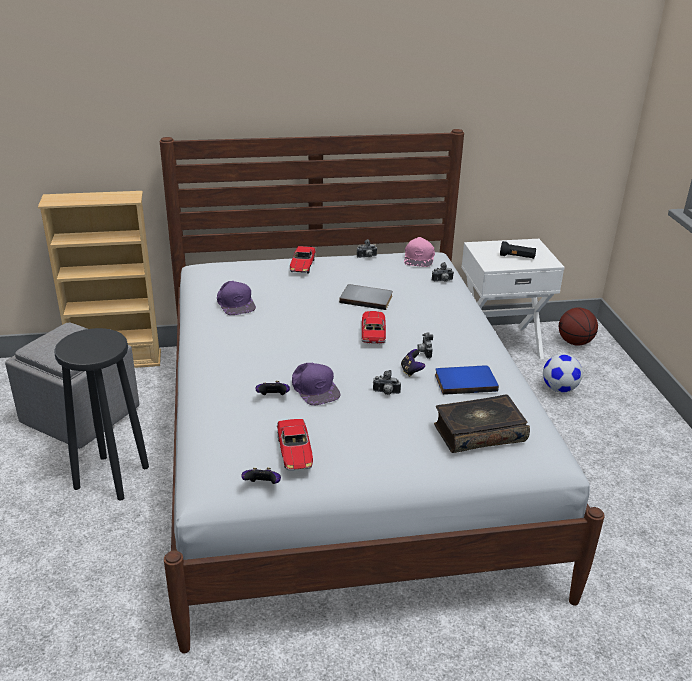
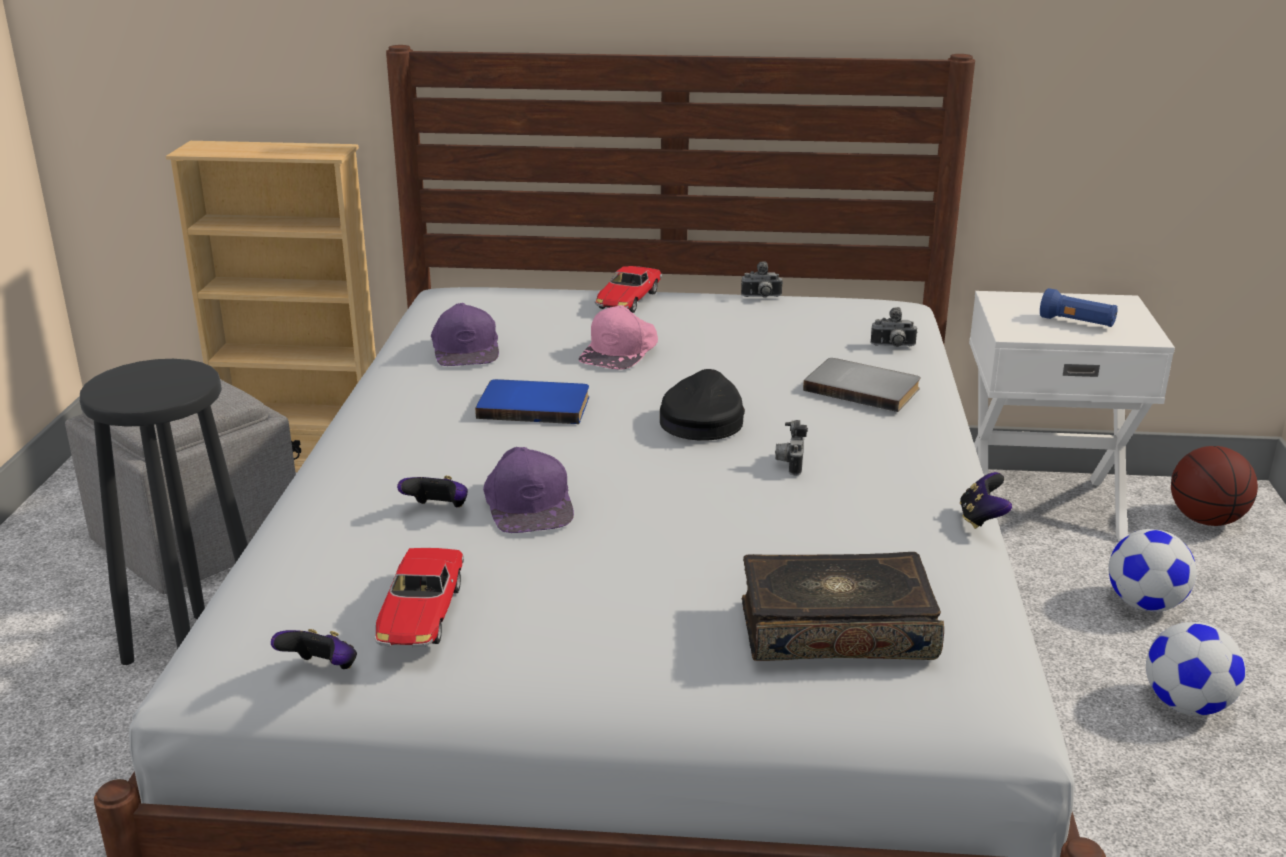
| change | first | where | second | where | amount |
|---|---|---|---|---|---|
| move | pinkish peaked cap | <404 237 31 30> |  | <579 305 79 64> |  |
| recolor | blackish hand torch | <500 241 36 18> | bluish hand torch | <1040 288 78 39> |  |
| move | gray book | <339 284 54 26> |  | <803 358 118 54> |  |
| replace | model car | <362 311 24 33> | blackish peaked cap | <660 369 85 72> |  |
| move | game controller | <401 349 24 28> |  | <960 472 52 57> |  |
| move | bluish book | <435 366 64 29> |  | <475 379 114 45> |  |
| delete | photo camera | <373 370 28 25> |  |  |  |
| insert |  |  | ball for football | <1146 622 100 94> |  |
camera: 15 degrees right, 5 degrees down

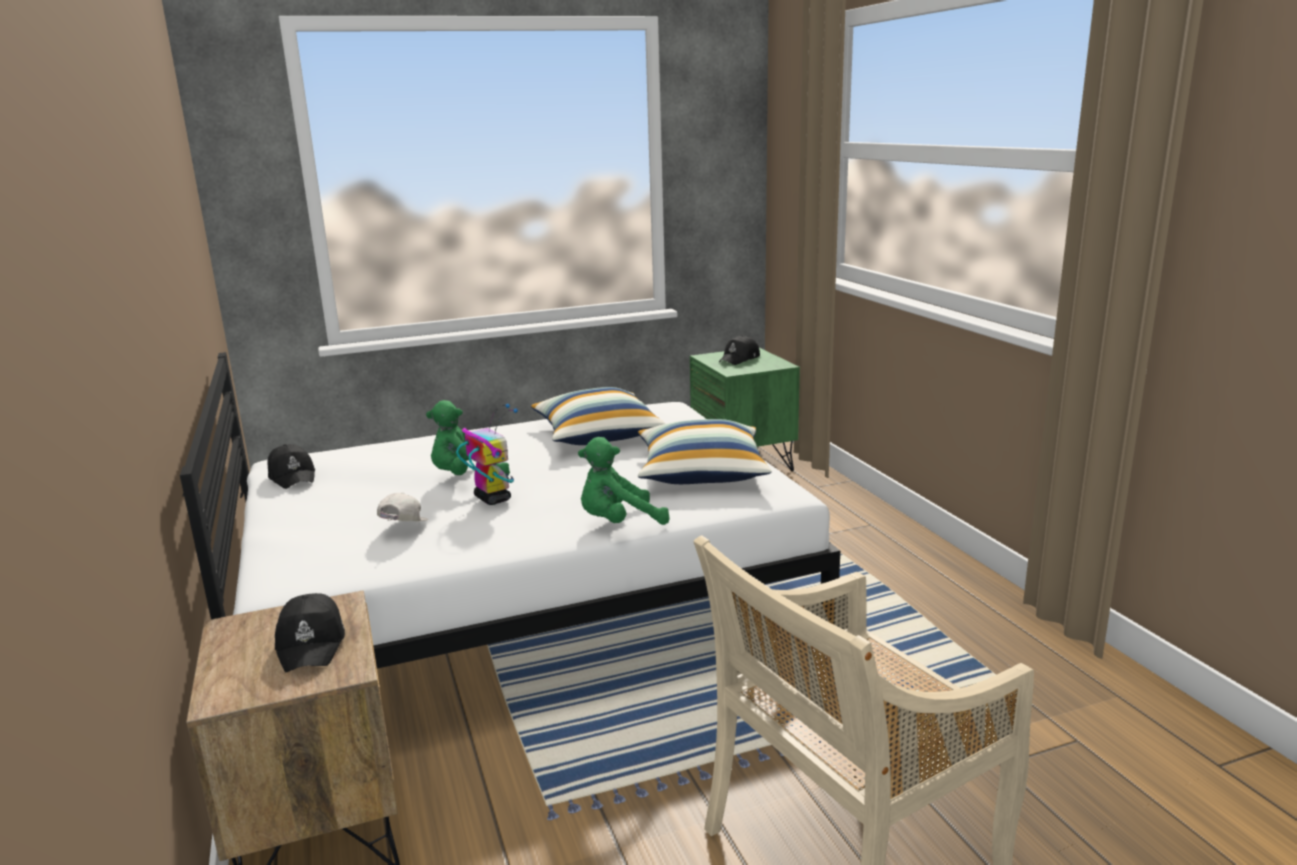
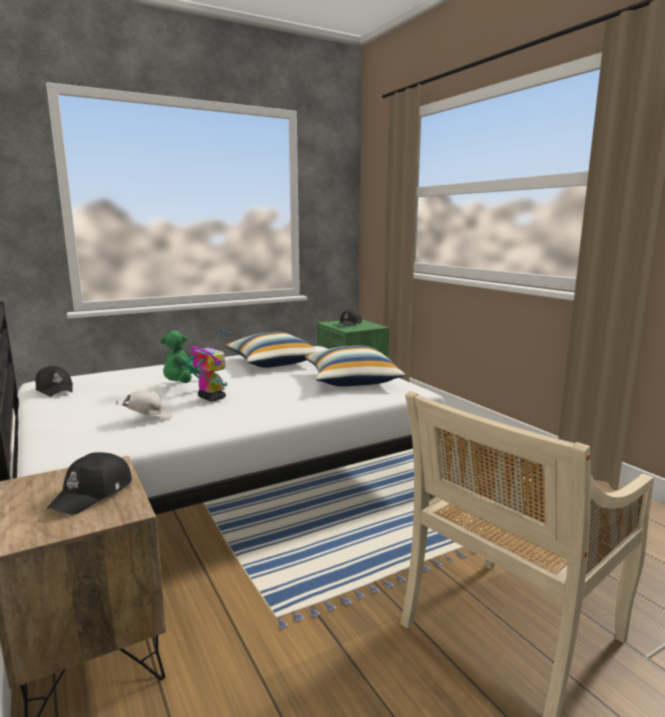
| change | first | where | second | where | amount |
|---|---|---|---|---|---|
| delete | green plush toy | <578 437 92 88> |  |  |  |
| rotate | whitish peaked cap | <377 493 51 29> |  | <116 390 56 28> | 60 degrees clockwise |
| rotate | blackish peaked cap | <275 593 70 79> |  | <47 452 85 63> | 45 degrees clockwise |
camera: 10 degrees left, 5 degrees down

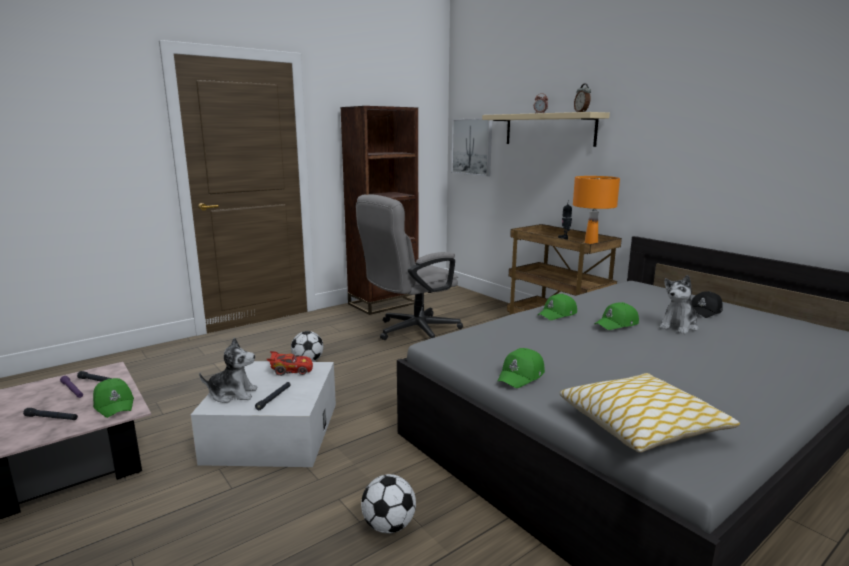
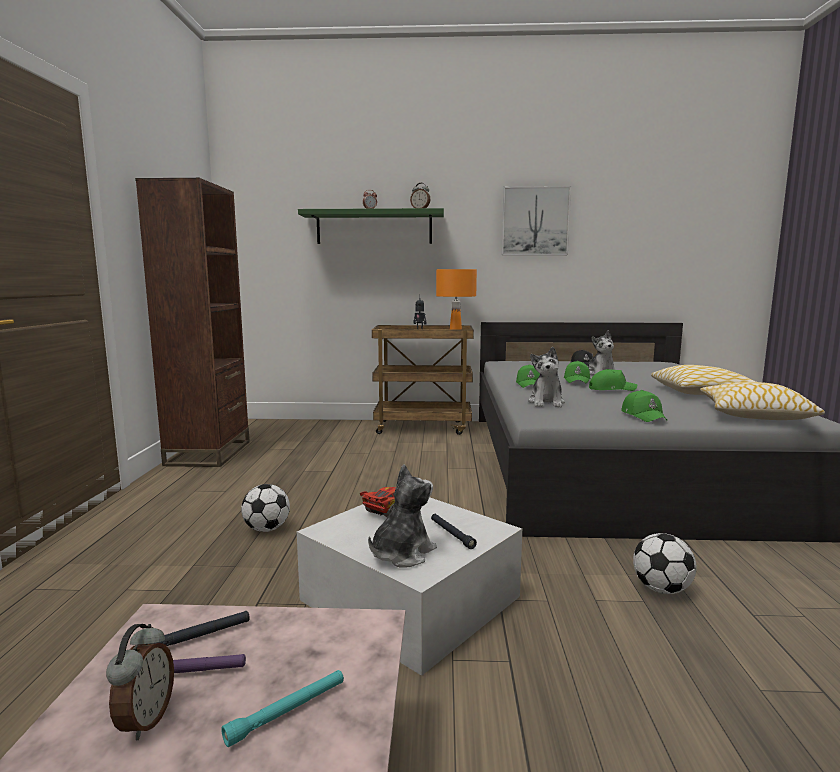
| change | first | where | second | where | amount |
|---|---|---|---|---|---|
| recolor | beige-coloured wall shelf | <482 112 128 35> | green wall shelf | <298 208 146 36> |  |
| move | wall art | <451 118 41 58> |  | <501 186 70 69> |  |
| delete | gray desk chair | <356 194 107 146> |  |  |  |
| move | green peaked cap | <93 378 41 40> |  | <589 369 48 22> |  |
| recolor | blackish hand torch | <23 408 55 12> | turquoise hand torch | <221 670 123 77> |  |
| insert |  |  | plush toy | <528 347 37 60> |  |
| insert |  |  | pillow | <651 365 105 30> |  |
| insert |  |  | bedside clock | <106 624 68 116> |  |
camera: 50 degrees left, 5 degrees down

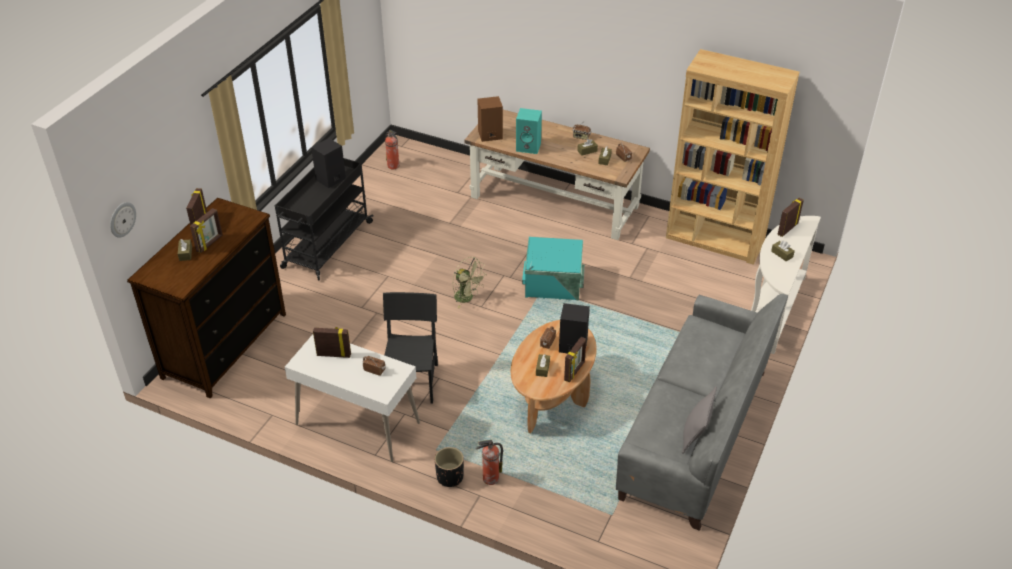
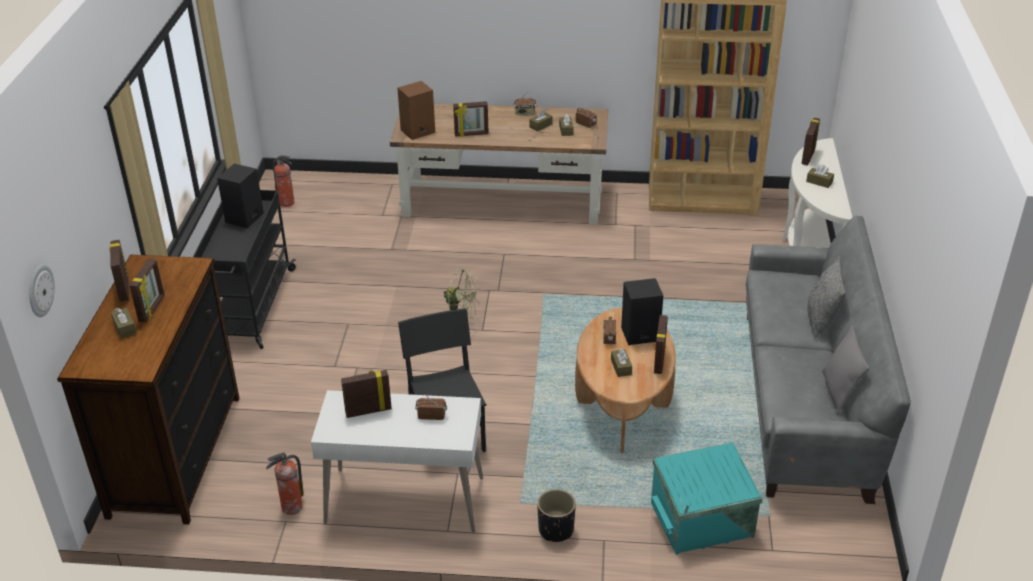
| change | first | where | second | where | amount |
|---|---|---|---|---|---|
| replace | turquoise speaker | <516 108 26 46> | picture frame | <453 101 36 36> |  |
| move | turquoise storage container | <522 237 63 64> |  | <651 442 112 113> |  |
| move | fire-fighting cylinder | <476 440 27 45> |  | <266 452 38 63> |  |
| insert |  |  | gray pillow | <807 256 39 82> |  |
camera: 20 degrees left, 5 degrees down

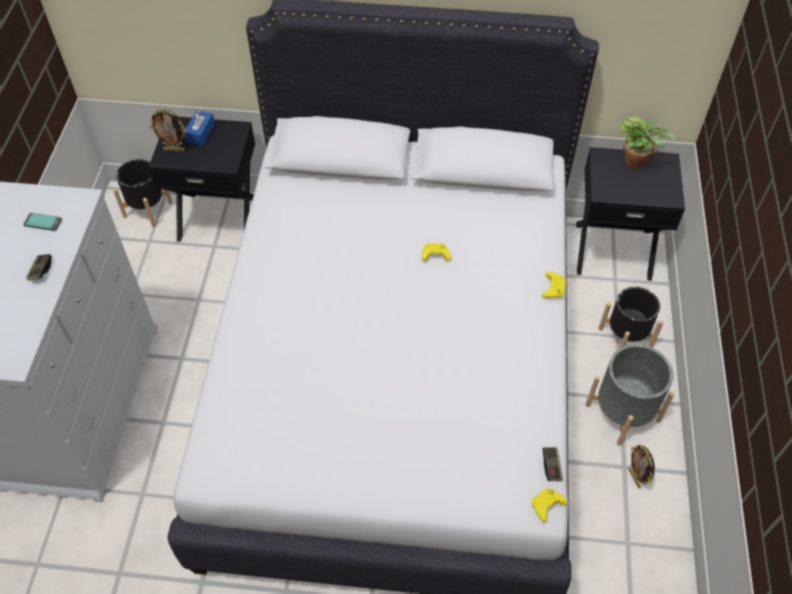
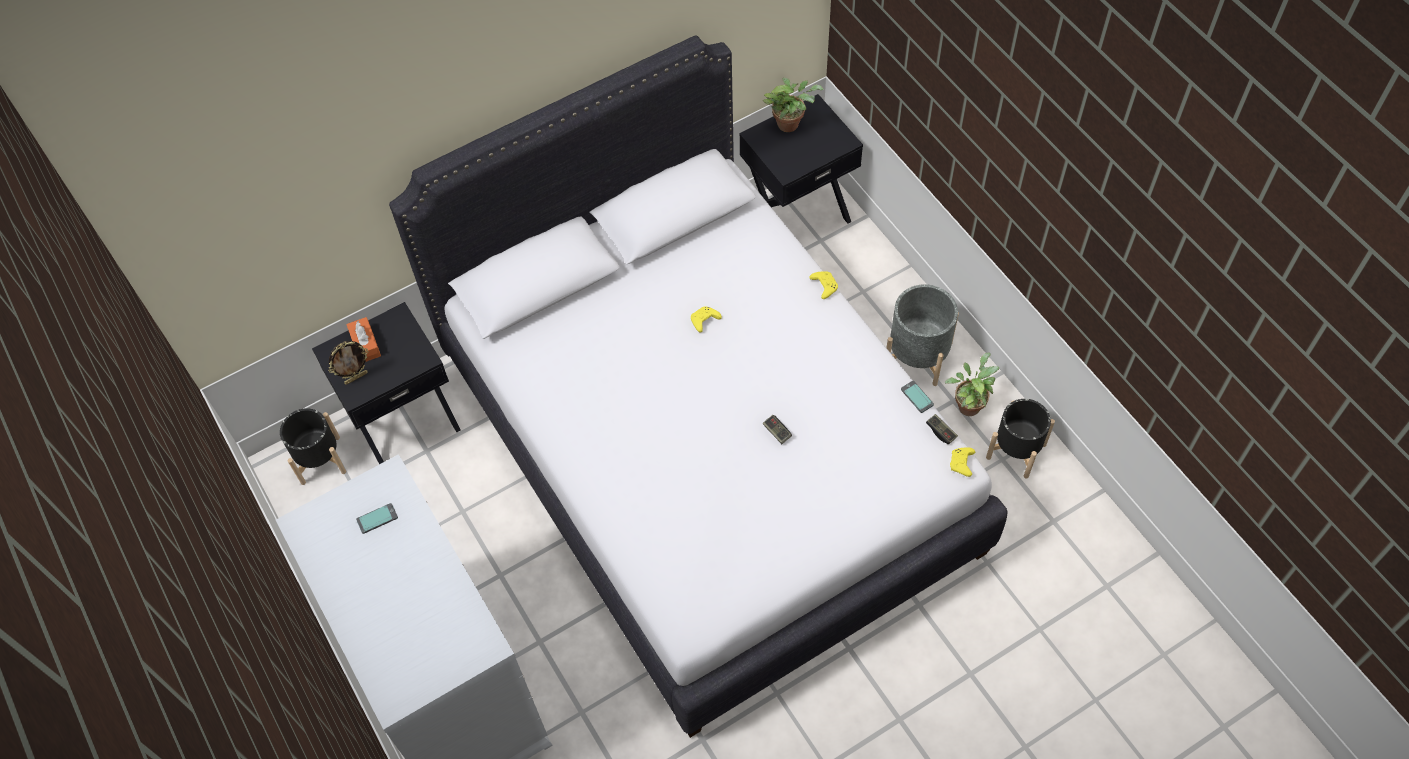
| change | first | where | second | where | amount |
|---|---|---|---|---|---|
| recolor | bluish box of tissues | <185 109 30 37> | orange box of tissues | <346 317 35 45> |  |
| move | game controller | <26 254 26 27> |  | <763 415 29 29> |  |
| move | blackish planter | <598 287 66 62> |  | <986 399 69 80> |  |
| replace | picture frame | <629 445 26 44> | houseplant | <945 352 54 64> |  |
| insert |  |  | telephone | <901 381 33 32> |  |
camera: 35 degrees left, 5 degrees up

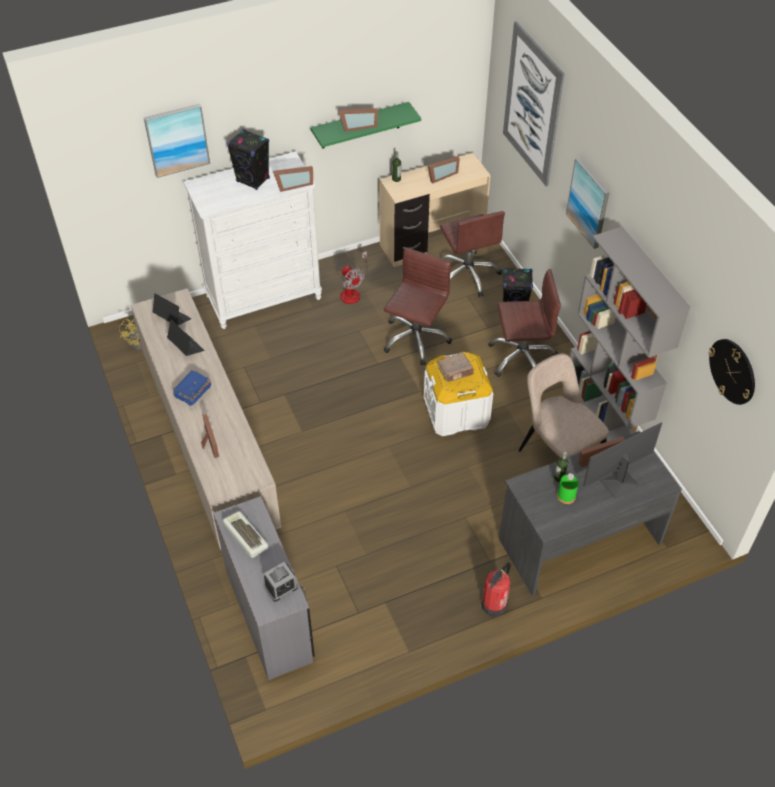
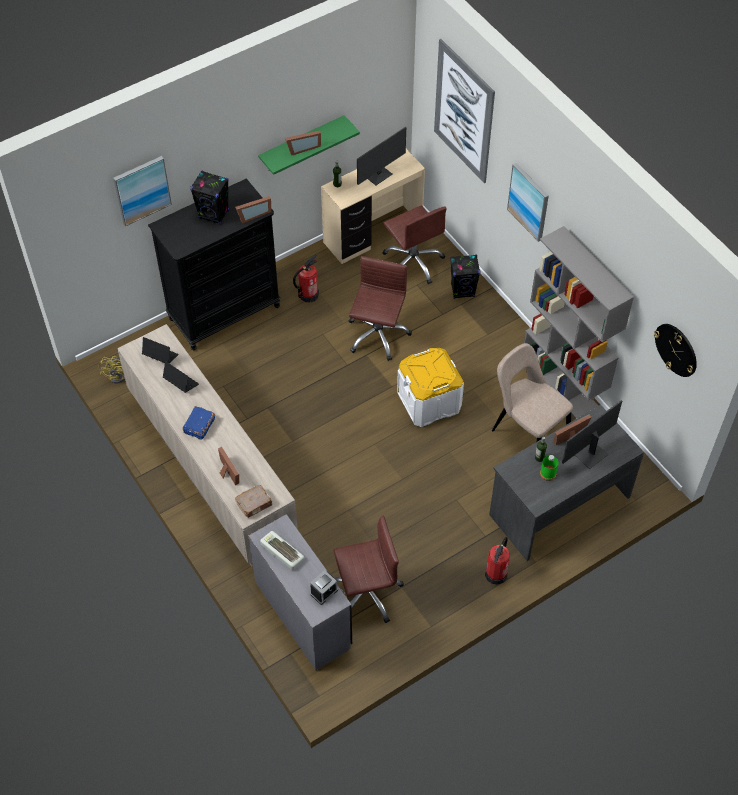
| change | first | where | second | where | amount |
|---|---|---|---|---|---|
| recolor | whitish dresser | <183 151 139 178> | blackish dresser | <148 178 132 173> |  |
| replace | picture frame | <428 156 32 27> | computer screen | <357 127 49 58> |  |
| replace | electric fan | <340 251 29 53> | fire-fighting cylinder | <293 254 26 49> |  |
| move | brown desk chair | <488 269 73 108> |  | <334 516 70 107> |  |
| move | brown book | <438 353 36 29> |  | <235 485 37 33> |  |
camera: 10 degrees left, 5 degrees up

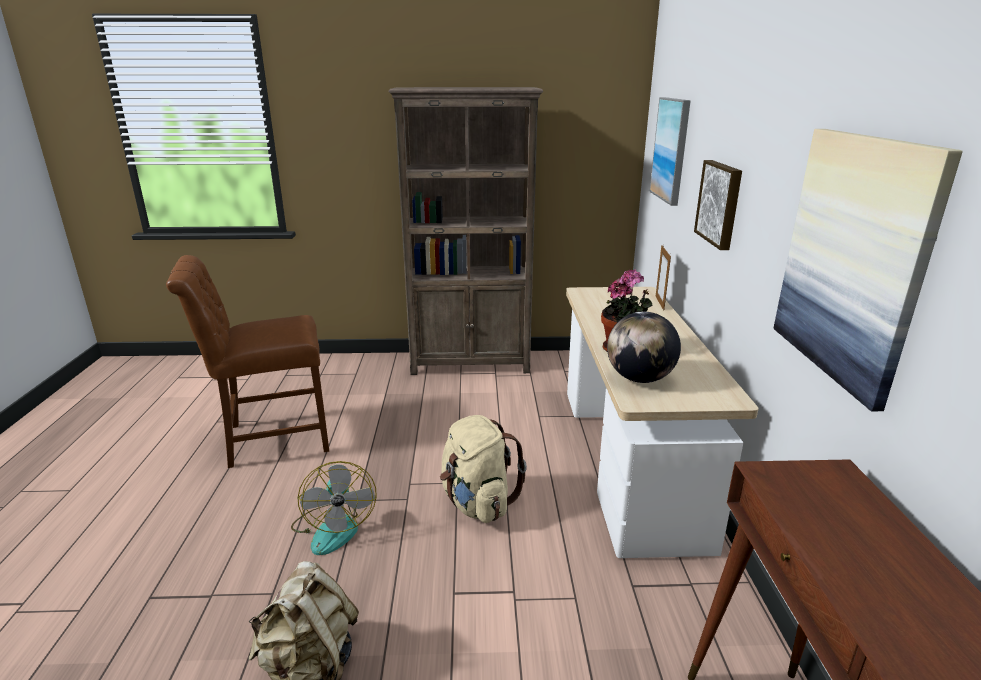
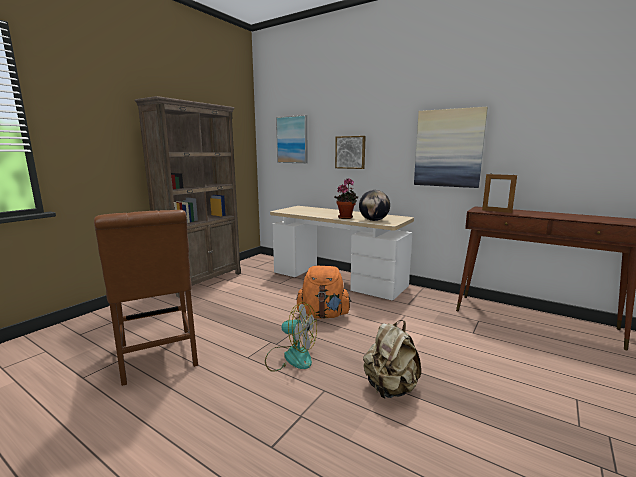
| change | first | where | second | where | amount |
|---|---|---|---|---|---|
| move | picture frame | <656 245 15 65> |  | <482 174 35 39> |  |
| rotate | brown chair | <166 255 163 213> |  | <94 210 104 176> | 45 degrees counterclockwise |
| recolor | beige-coloured knapsack | <440 415 87 108> | orange knapsack | <296 266 56 53> |  |
camera: 55 degrees left, 10 degrees down

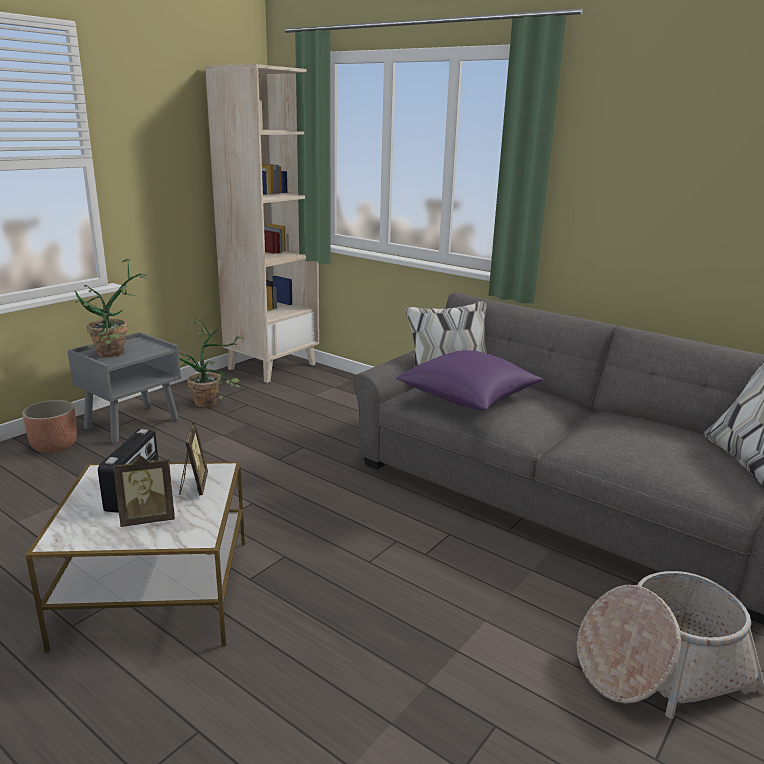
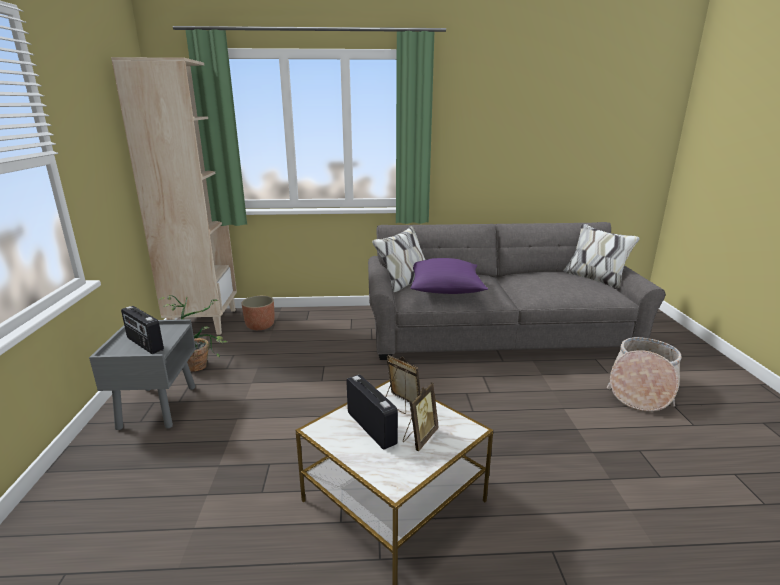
| change | first | where | second | where | amount |
|---|---|---|---|---|---|
| replace | houseplant | <75 259 72 98> | radio set | <121 306 43 48> |  |
| move | planter | <22 400 55 53> |  | <241 296 34 34> |  |
camera: 40 degrees left, 0 degrees up

